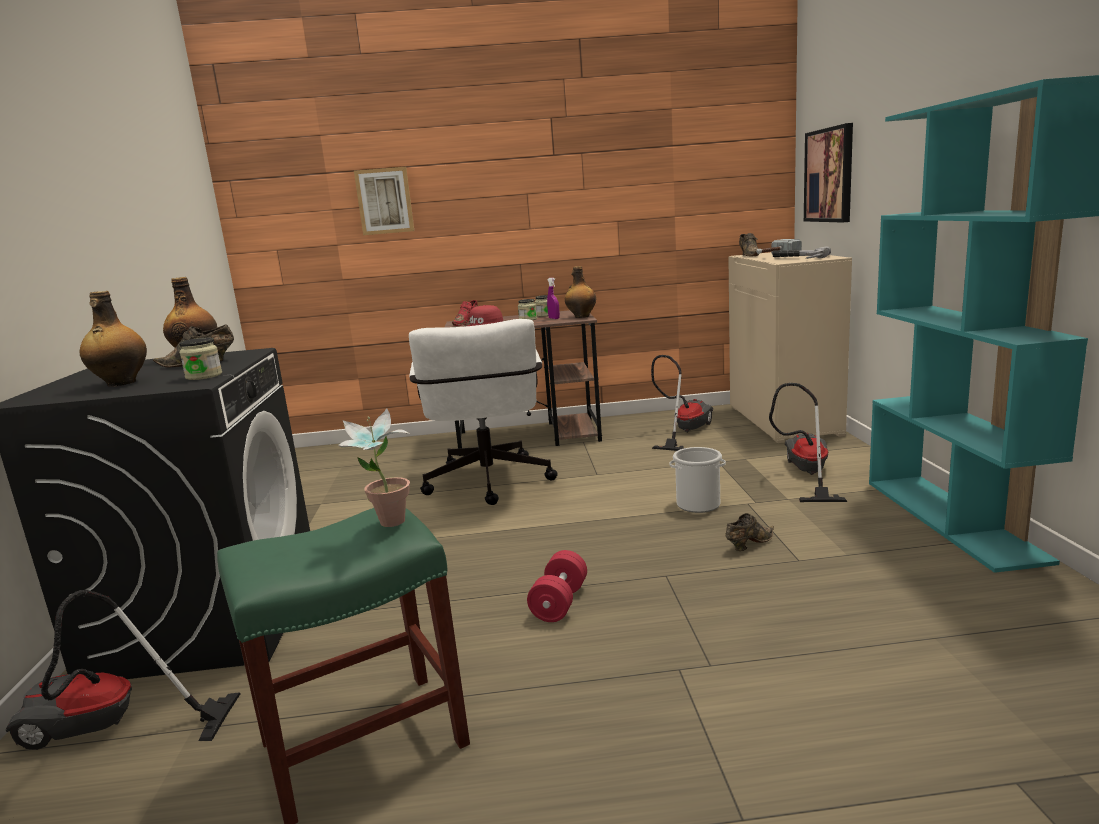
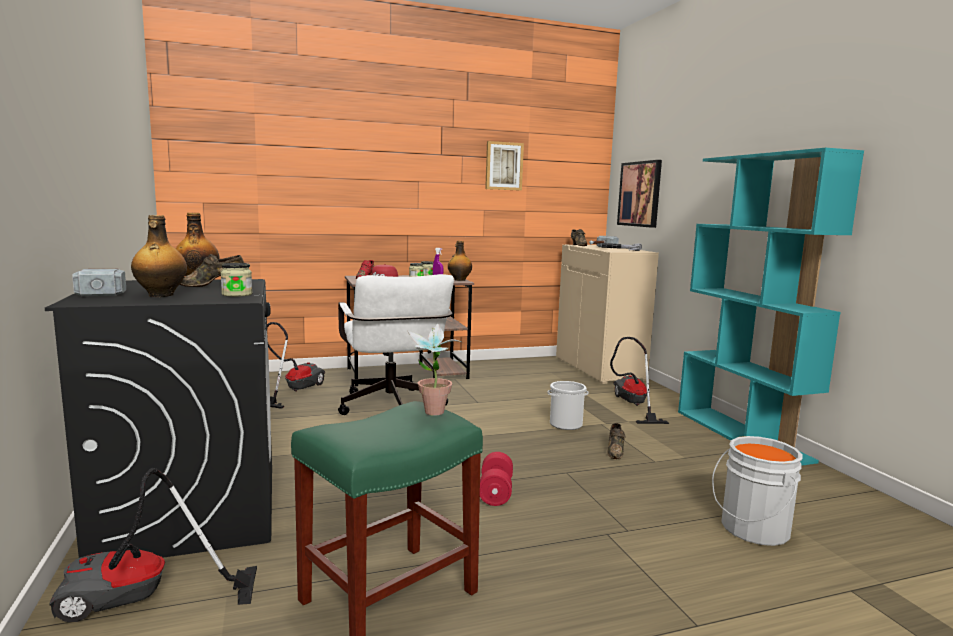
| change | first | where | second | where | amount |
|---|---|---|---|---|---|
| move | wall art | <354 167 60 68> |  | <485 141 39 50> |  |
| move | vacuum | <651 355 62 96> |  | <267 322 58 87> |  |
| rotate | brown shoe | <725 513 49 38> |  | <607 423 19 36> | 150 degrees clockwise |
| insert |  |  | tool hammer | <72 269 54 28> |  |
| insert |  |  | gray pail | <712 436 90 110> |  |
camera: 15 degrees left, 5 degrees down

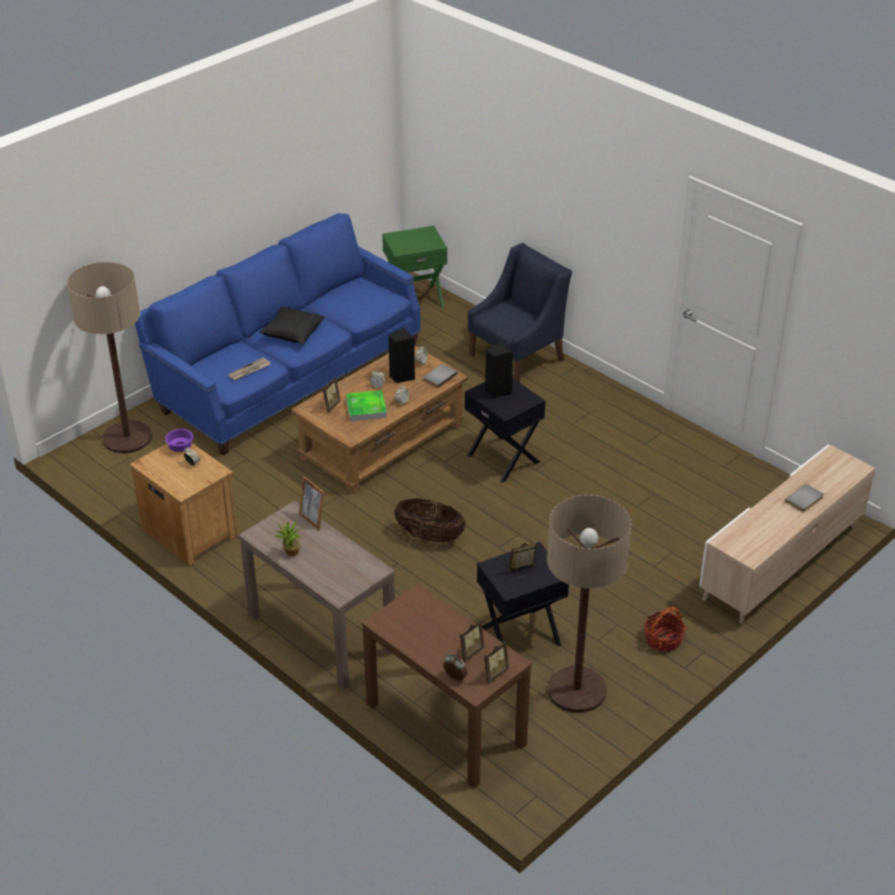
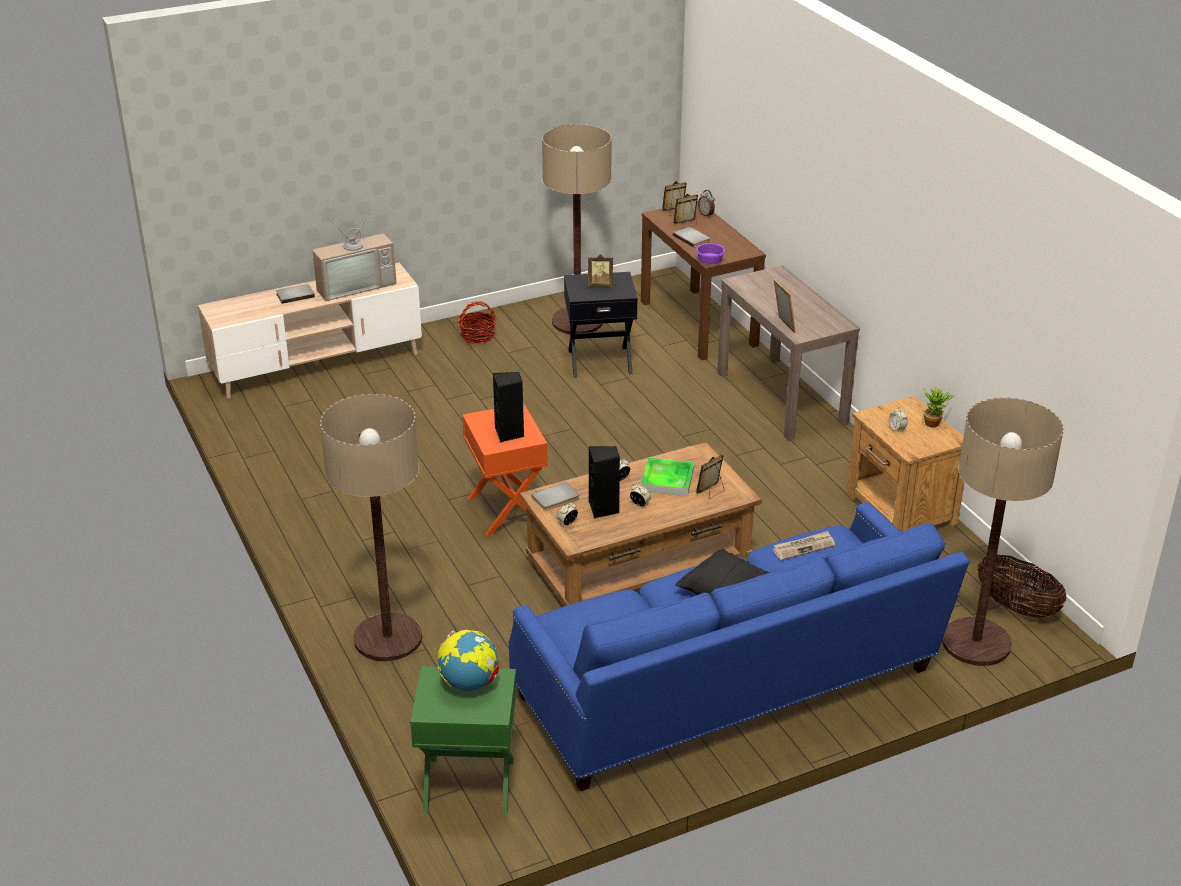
| change | first | where | second | where | amount |
|---|---|---|---|---|---|
| replace | bluish lounge chair | <468 243 104 140> | standing lamp | <320 394 102 267> |  |
| recolor | blackish end table | <465 378 80 105> | orange end table | <462 403 86 133> |  |
| move | purple-coloured serving bowl | <165 429 28 23> |  | <696 243 29 21> |  |
| move | household basket | <394 498 72 45> |  | <977 554 90 64> |  |
| move | houseplant | <274 519 29 38> |  | <922 387 31 41> |  |
| insert |  |  | television | <313 206 84 95> |  |
| insert |  |  | gray book | <673 227 37 21> |  |
| insert |  |  | desk globe | <438 630 61 61> |  |
camera: 160 degrees left, 5 degrees down

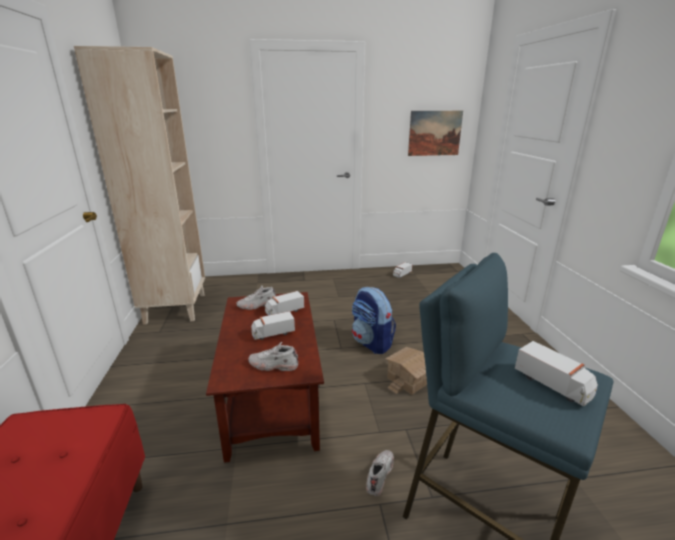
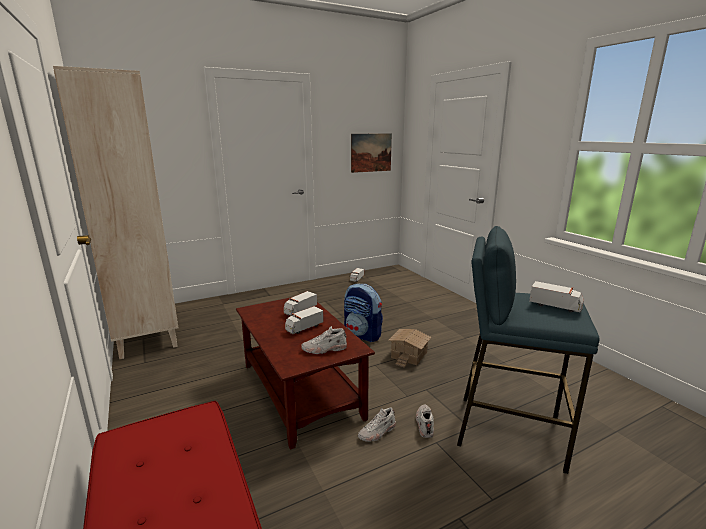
| change | first | where | second | where | amount |
|---|---|---|---|---|---|
| move | whitish shoe | <237 285 39 25> |  | <358 407 38 35> |  |
camera: 20 degrees left, 5 degrees down

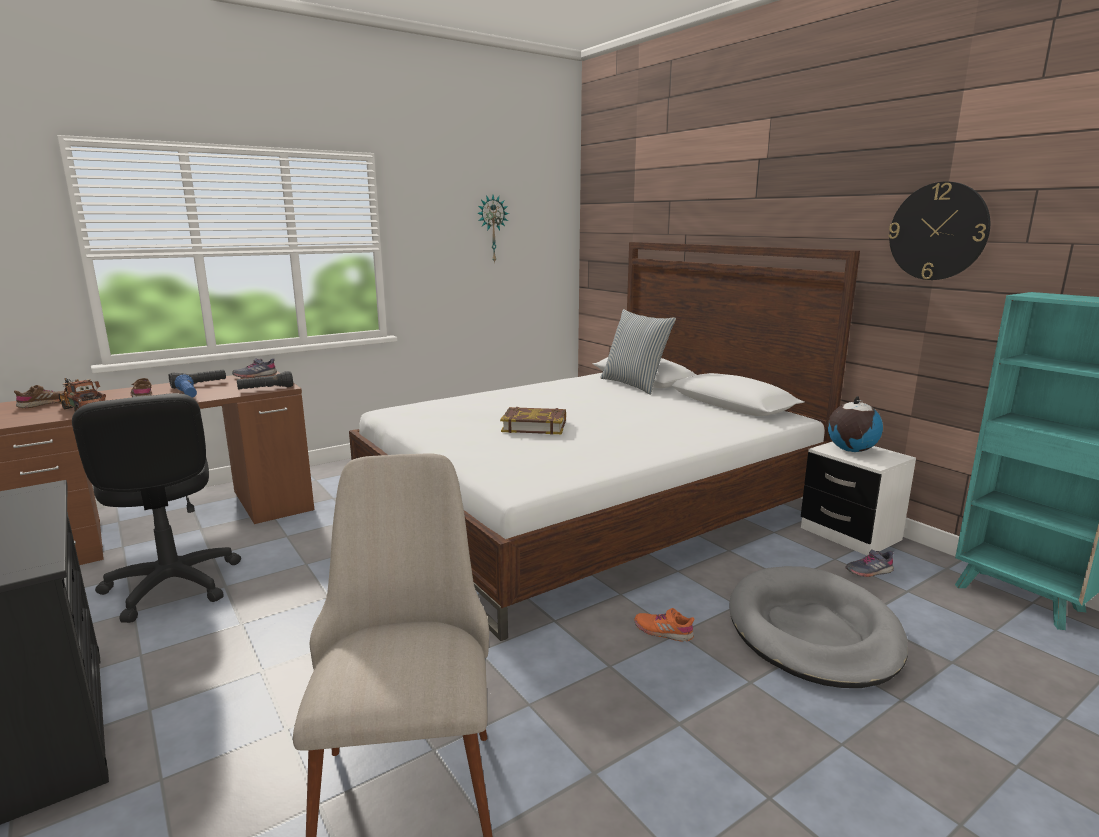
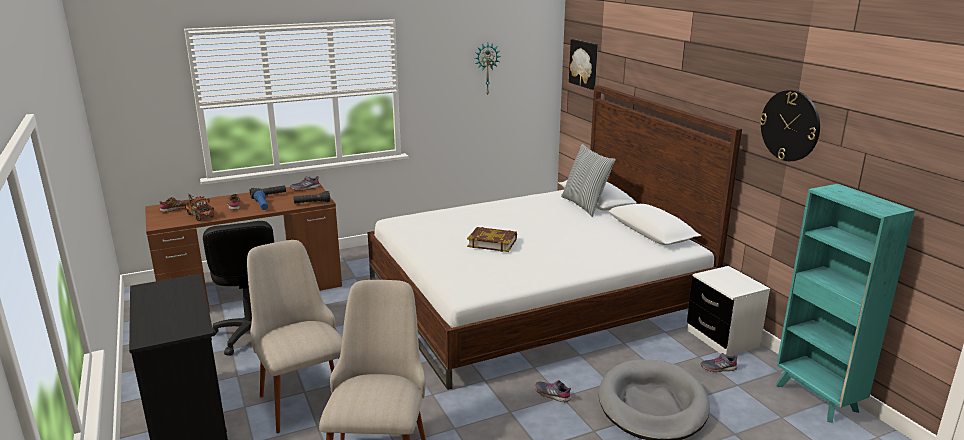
| change | first | where | second | where | amount |
|---|---|---|---|---|---|
| delete | desk globe | <828 396 55 56> |  |  |  |
| recolor | orange shoe | <634 608 60 33> | gray shoe | <535 380 36 22> |  |
| insert |  |  | wall art | <569 39 29 51> |  |
| insert |  |  | beige-coloured chair | <247 240 95 193> |  |
camera: 10 degrees right, 5 degrees up

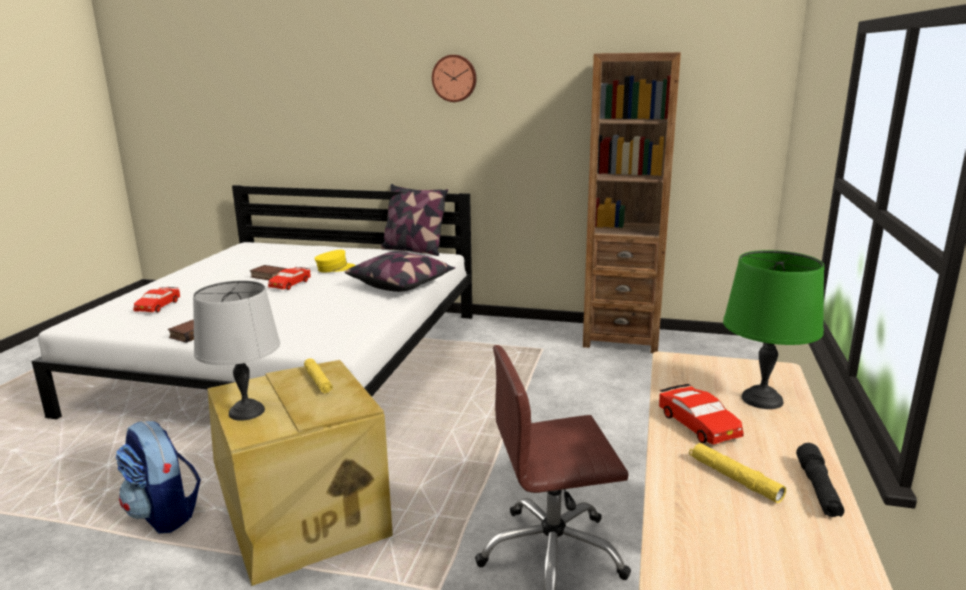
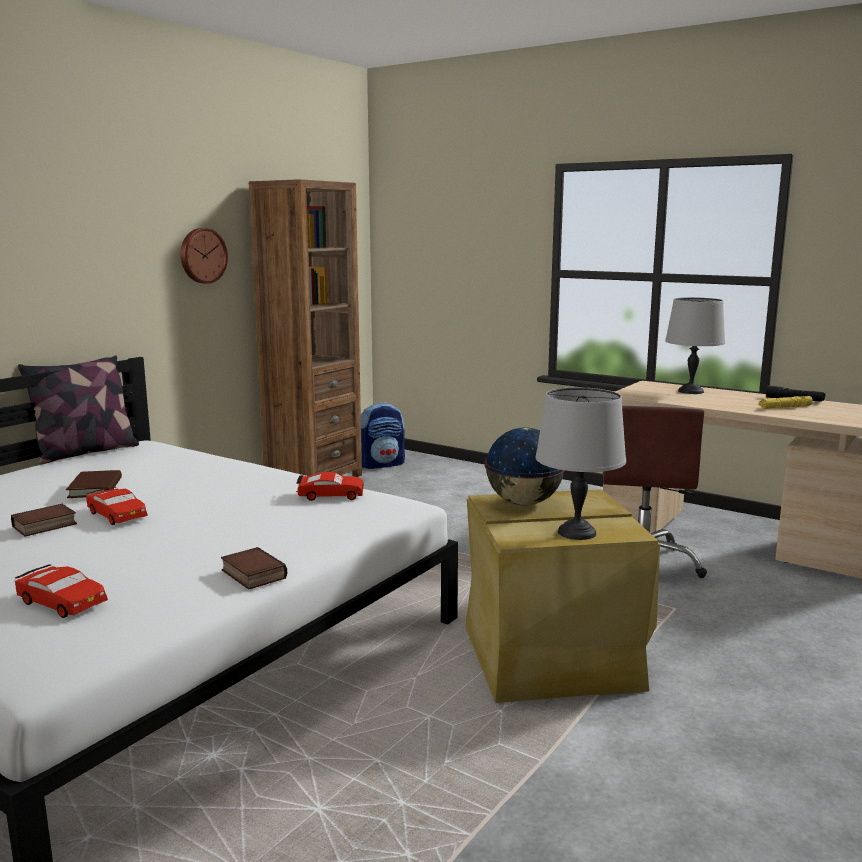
| change | first | where | second | where | amount |
|---|---|---|---|---|---|
| move | hanging clock | <432 55 45 47> |  | <181 228 47 56> |  |
| replace | yellowish peaked cap | <314 250 42 22> | brown book | <66 470 56 28> |  |
| recolor | green table lamp | <723 250 101 159> | gray table lamp | <665 298 60 96> |  |
| delete | pillow | <345 251 111 41> |  |  |  |
| replace | yellowish hand torch | <304 358 29 35> | desk globe | <484 427 81 78> |  |
| move | red-coloured model car | <659 384 85 60> |  | <296 472 68 29> |  |
| move | knapsack | <116 421 85 112> |  | <361 402 44 67> |  |
camera: 70 degrees left, 5 degrees down

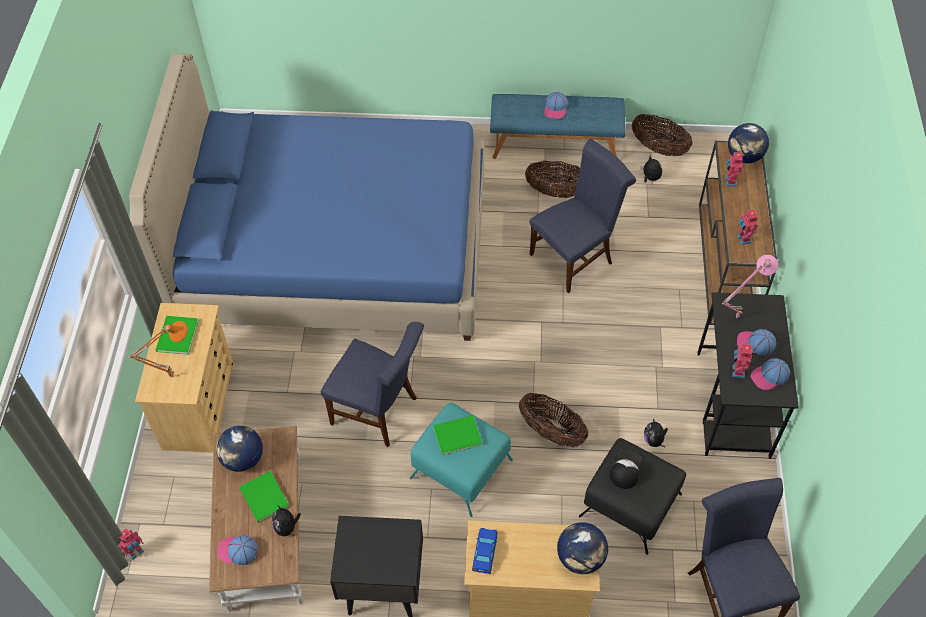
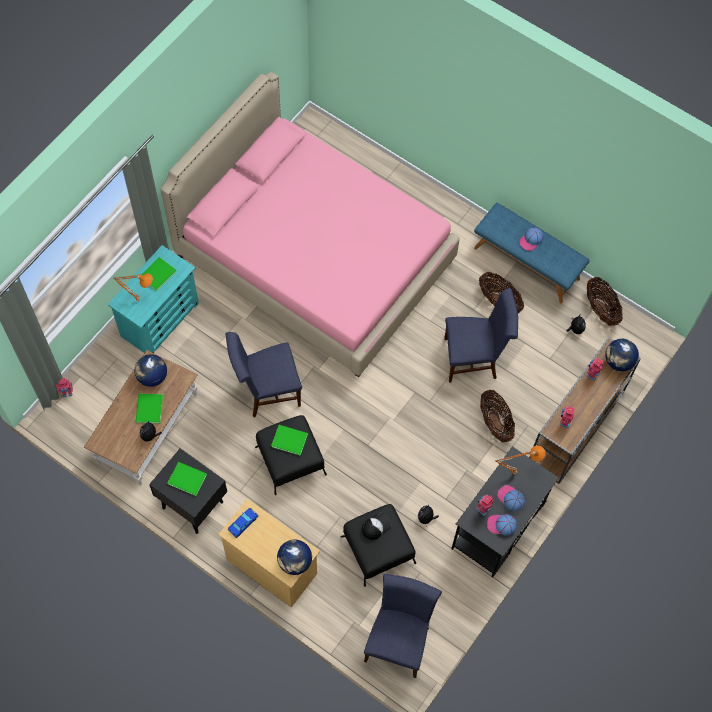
| change | first | where | second | where | amount |
|---|---|---|---|---|---|
| recolor | bluish sleeping bed | <129 53 356 288> | pinkish sleeping bed | <160 72 300 305> |  |
| recolor | pinkish table lamp | <722 255 56 64> | orange table lamp | <495 446 51 28> |  |
| recolor | beige-coloured dresser | <135 303 99 149> | turquoise dresser | <108 245 91 108> |  |
| rotate | bluish chair | <321 322 103 125> |  | <226 332 76 85> | 105 degrees clockwise |
| move | household basket | <519 393 69 55> |  | <480 390 35 52> |  |
| recolor | turquoise footrest | <409 403 104 114> | blackish footrest | <255 415 72 80> |  |
| delete | peaked cap | <217 535 41 30> |  |  |  |
| insert |  |  | green book | <168 462 39 34> |  |
camera: 30 degrees right, 10 degrees up

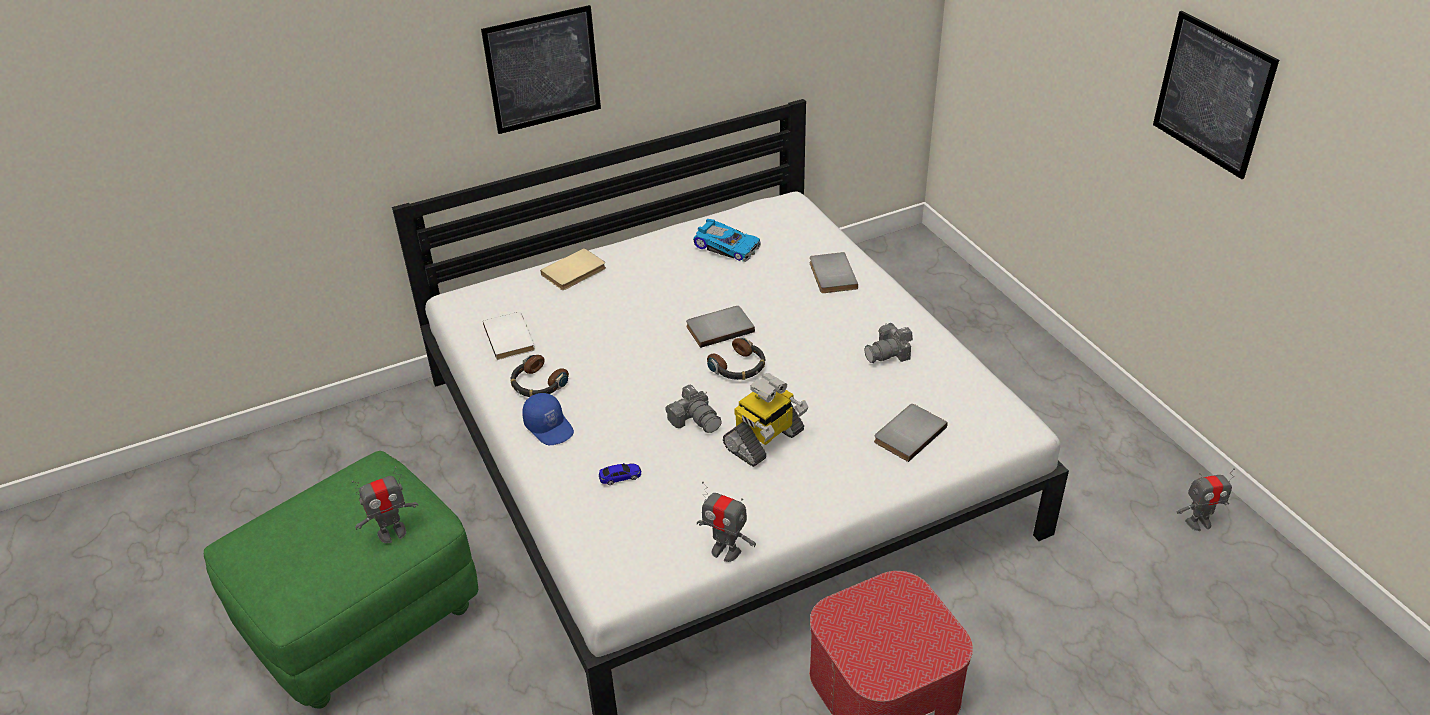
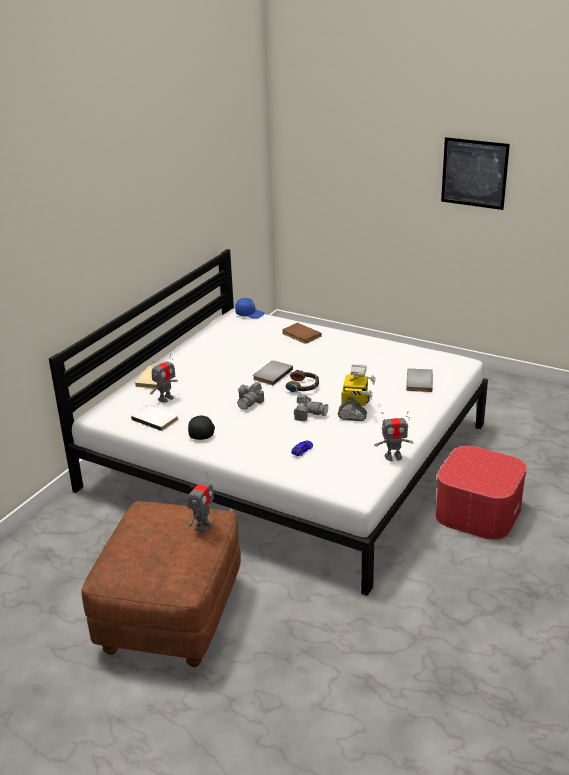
| change | first | where | second | where | amount |
|---|---|---|---|---|---|
| delete | wall art | <481 5 120 129> |  |  |  |
| delete | model car | <693 219 68 43> |  |  |  |
| recolor | gray book | <810 252 48 41> | brown book | <282 323 40 21> |  |
| move | photo camera | <864 323 49 40> |  | <237 382 27 28> |  |
| replace | headset | <511 355 58 42> | blackish peaked cap | <188 416 27 24> |  |
| move | bluish peaked cap | <522 393 52 52> |  | <235 298 30 21> |  |
| recolor | green footrest | <204 451 274 258> | brown footrest | <81 501 160 166> |  |
| move | model robot | <1177 468 58 63> |  | <150 358 28 45> |  |
camera: 35 degrees left, 10 degrees down

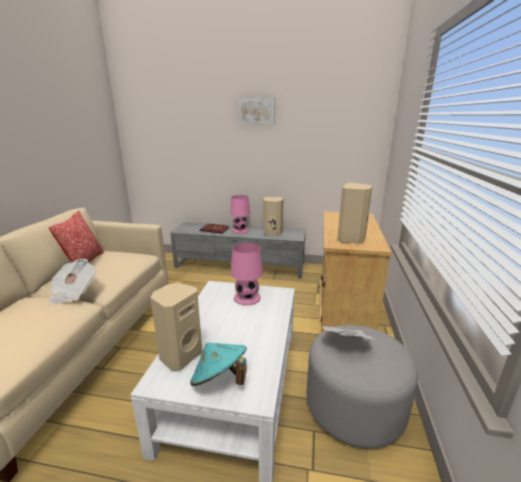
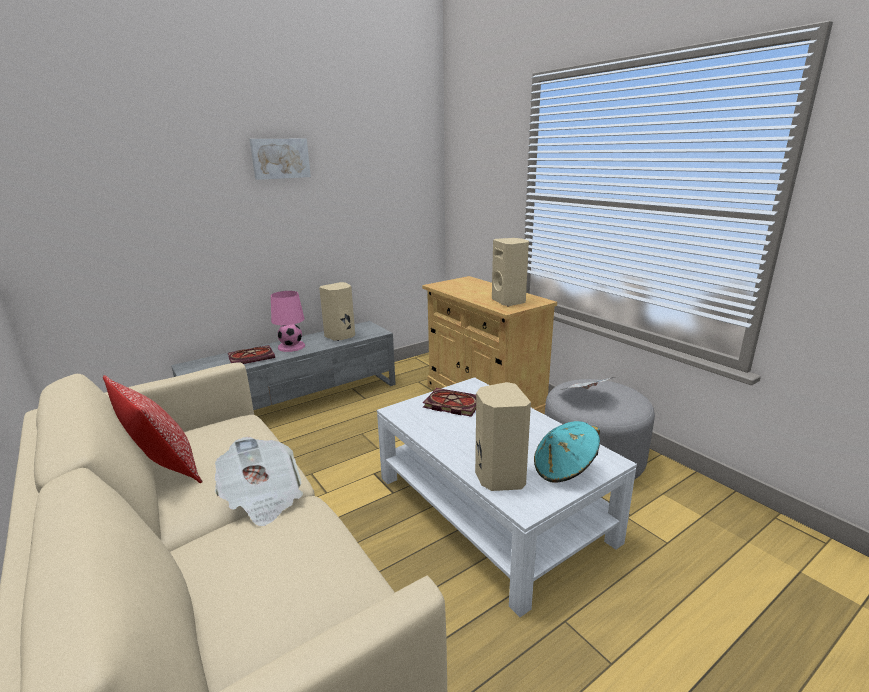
| change | first | where | second | where | amount |
|---|---|---|---|---|---|
| replace | pinkish table lamp | <230 243 33 63> | book | <423 388 53 29> |  |
camera: 45 degrees left, 0 degrees up

